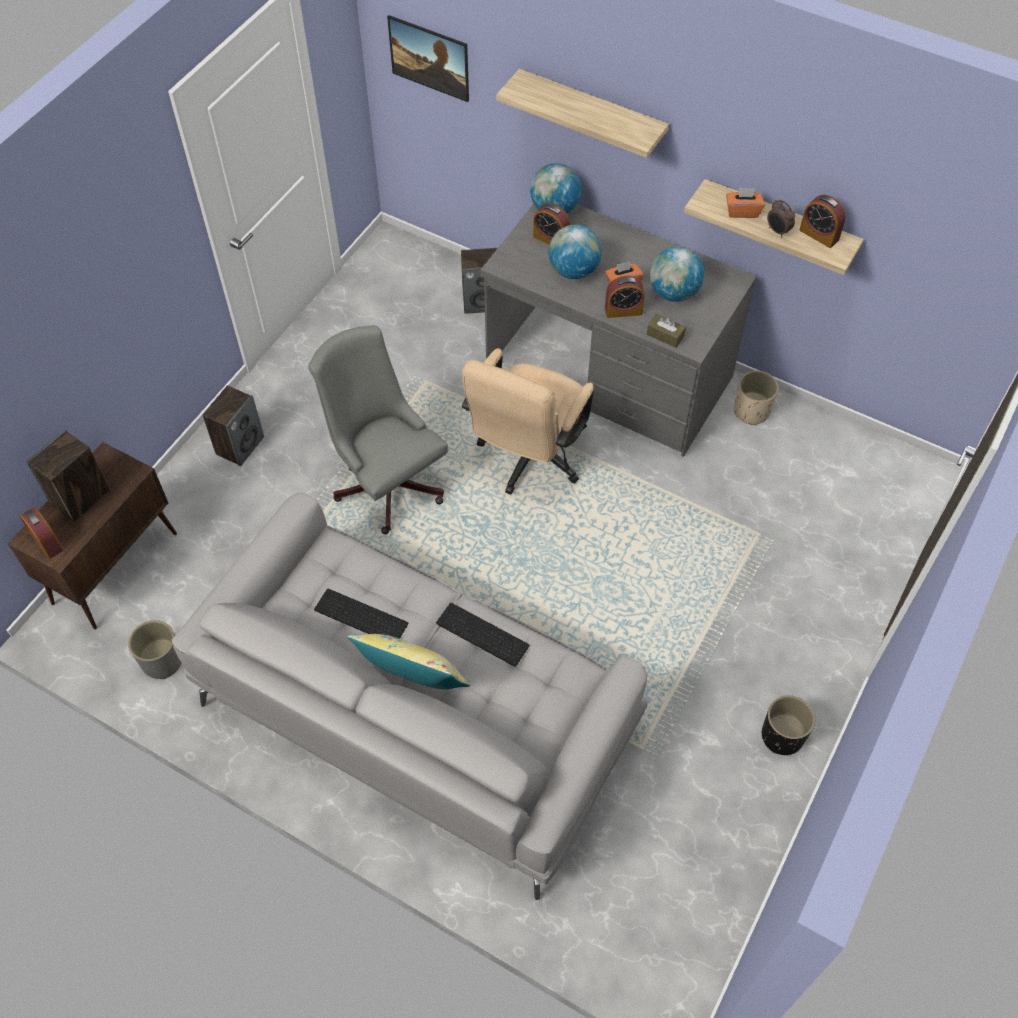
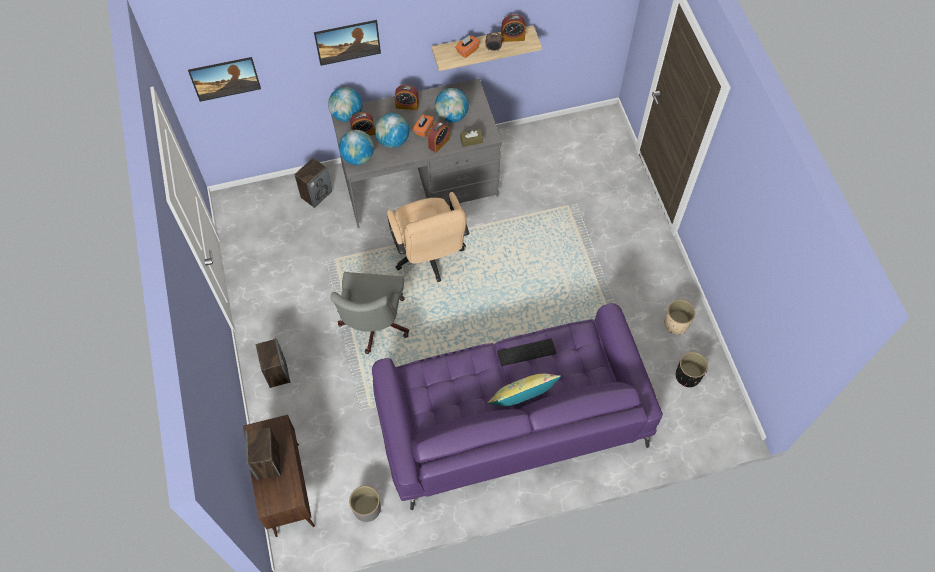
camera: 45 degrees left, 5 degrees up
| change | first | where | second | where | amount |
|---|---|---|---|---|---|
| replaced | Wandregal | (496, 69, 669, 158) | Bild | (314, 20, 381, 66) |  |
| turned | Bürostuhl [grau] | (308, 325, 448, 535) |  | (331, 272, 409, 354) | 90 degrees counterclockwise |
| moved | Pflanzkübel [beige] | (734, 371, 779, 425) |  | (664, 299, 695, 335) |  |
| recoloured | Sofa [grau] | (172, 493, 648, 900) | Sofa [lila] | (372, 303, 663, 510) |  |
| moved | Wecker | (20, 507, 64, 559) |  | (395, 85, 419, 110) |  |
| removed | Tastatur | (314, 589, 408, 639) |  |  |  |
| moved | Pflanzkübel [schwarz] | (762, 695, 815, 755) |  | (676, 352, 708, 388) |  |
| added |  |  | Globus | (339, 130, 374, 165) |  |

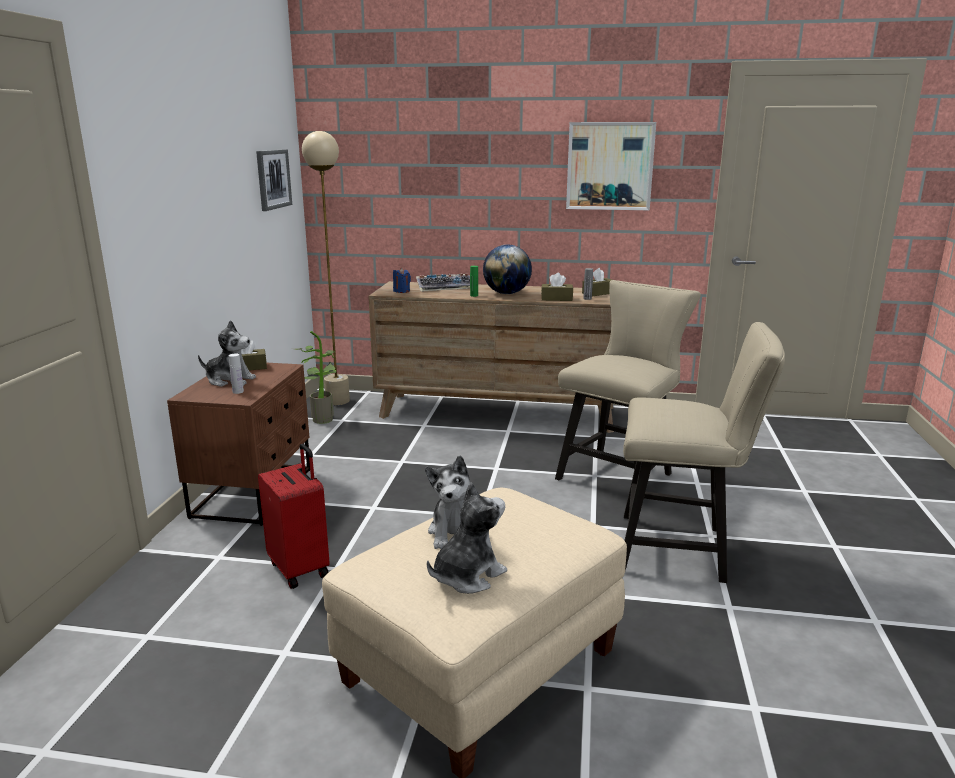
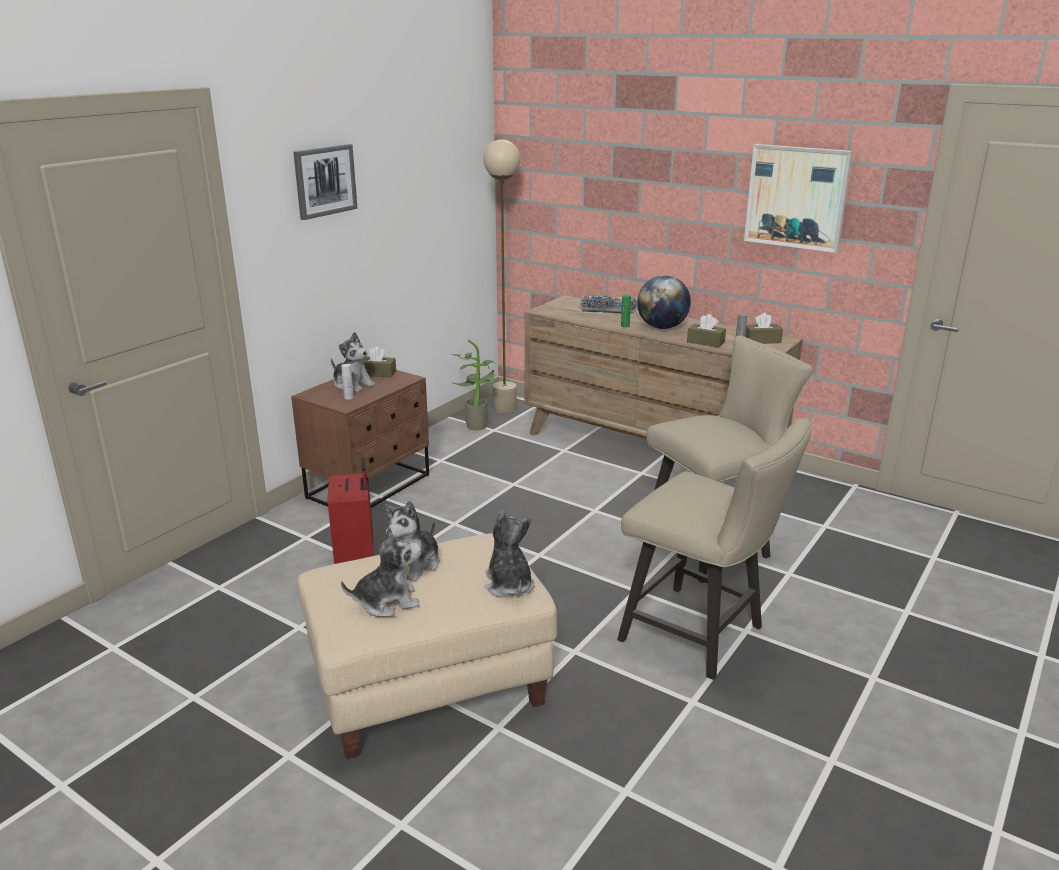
camera: 25 degrees right, 5 degrees up
| change | first | where | second | where | amount |
|---|---|---|---|---|---|
| moved | Bild | (256, 149, 292, 211) |  | (293, 144, 358, 220) |  |
| removed | Kerze [blau] | (393, 268, 411, 293) |  |  |  |
| added |  |  | Plüschtier | (485, 511, 535, 598) |  |

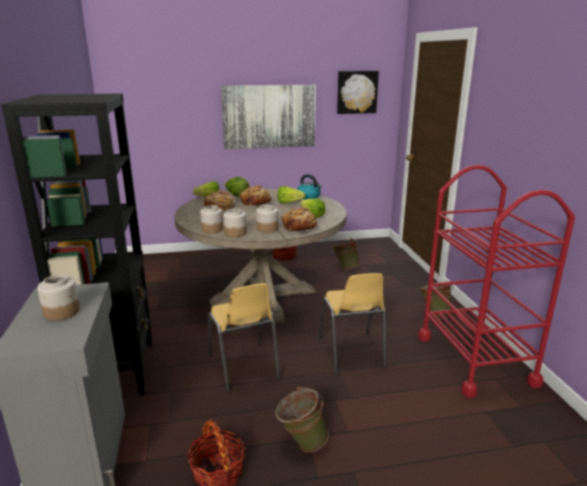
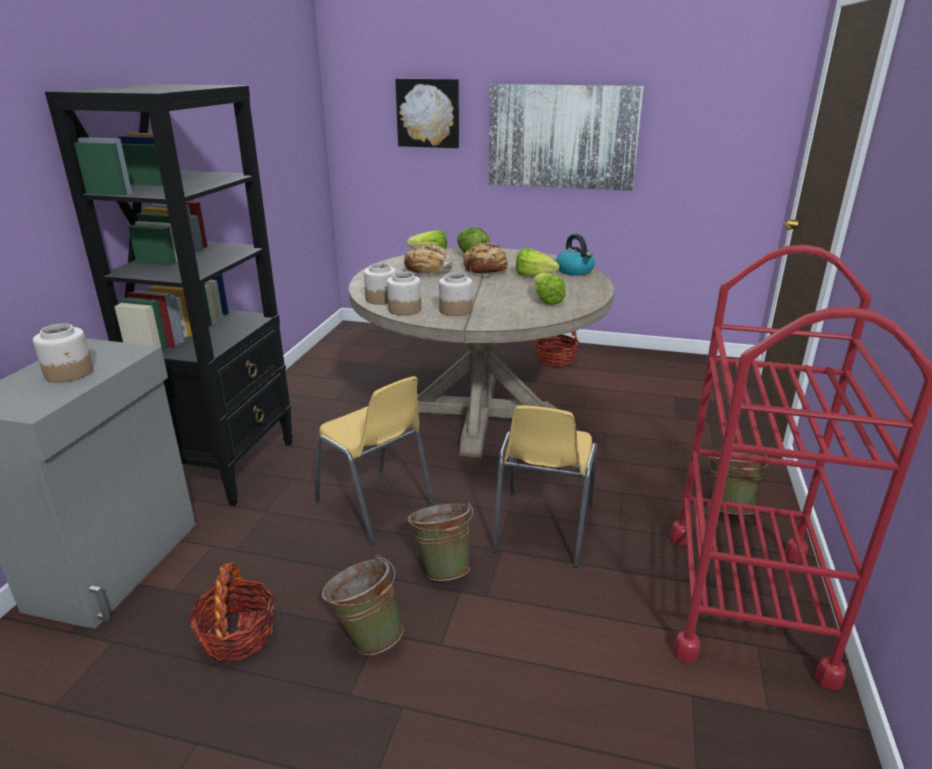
camera: 25 degrees right, 5 degrees up
| change | first | where | second | where | amount |
|---|---|---|---|---|---|
| moved | Bild | (337, 71, 379, 114) |  | (395, 79, 459, 148) |  |
| removed | Brot | (282, 207, 317, 233) |  |  |  |
| moved | Eimer [grün] | (332, 238, 359, 269) |  | (407, 501, 473, 581) |  |
| turned | Stuhl [gelb] | (208, 283, 280, 393) |  | (315, 376, 435, 545) | 45 degrees counterclockwise |

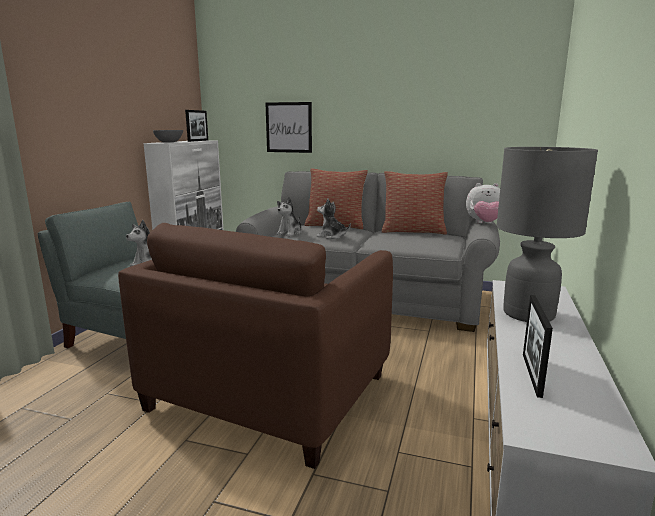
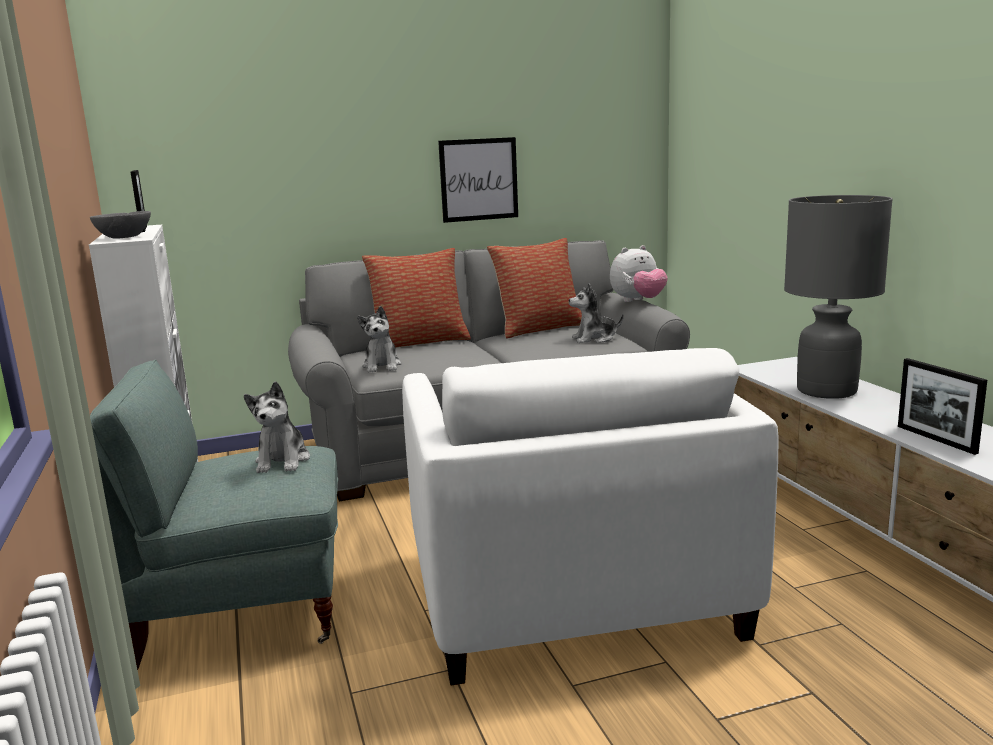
camera: 35 degrees left, 0 degrees up
| change | first | where | second | where | amount |
|---|---|---|---|---|---|
| moved | Bild | (265, 102, 312, 153) |  | (438, 137, 518, 223) |  |
| moved | Plüschtier | (317, 199, 351, 239) |  | (569, 283, 623, 343) |  |
| recoloured | Sessel [braun] | (118, 223, 393, 469) | Sessel [weiß] | (402, 348, 779, 685) |  |

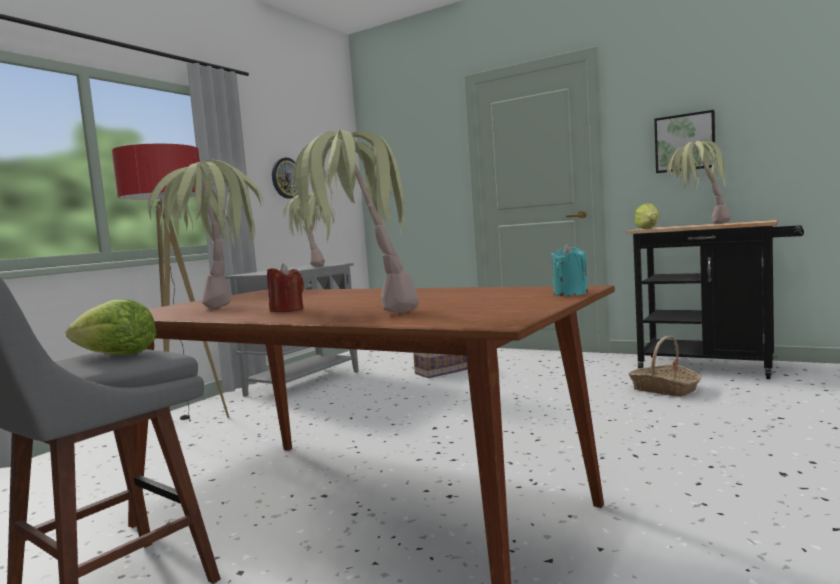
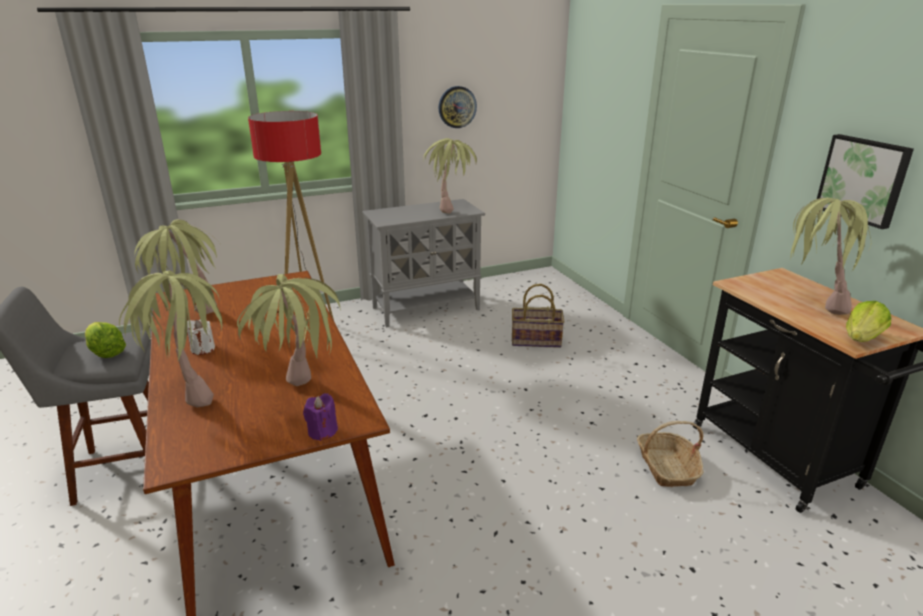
camera: 35 degrees right, 20 degrees up
| change | first | where | second | where | amount |
|---|---|---|---|---|---|
| moved | Salatkopf | (634, 203, 660, 229) |  | (846, 301, 891, 342) |  |
| recoloured | Kerze [türkis] | (550, 244, 588, 296) | Kerze [lila] | (303, 393, 338, 441) |  |
| recoloured | Kerze [rot] | (267, 263, 304, 312) | Kerze [weiß] | (187, 320, 215, 355) |  |
| added |  |  | Topfpflanze | (237, 274, 340, 386) |  |

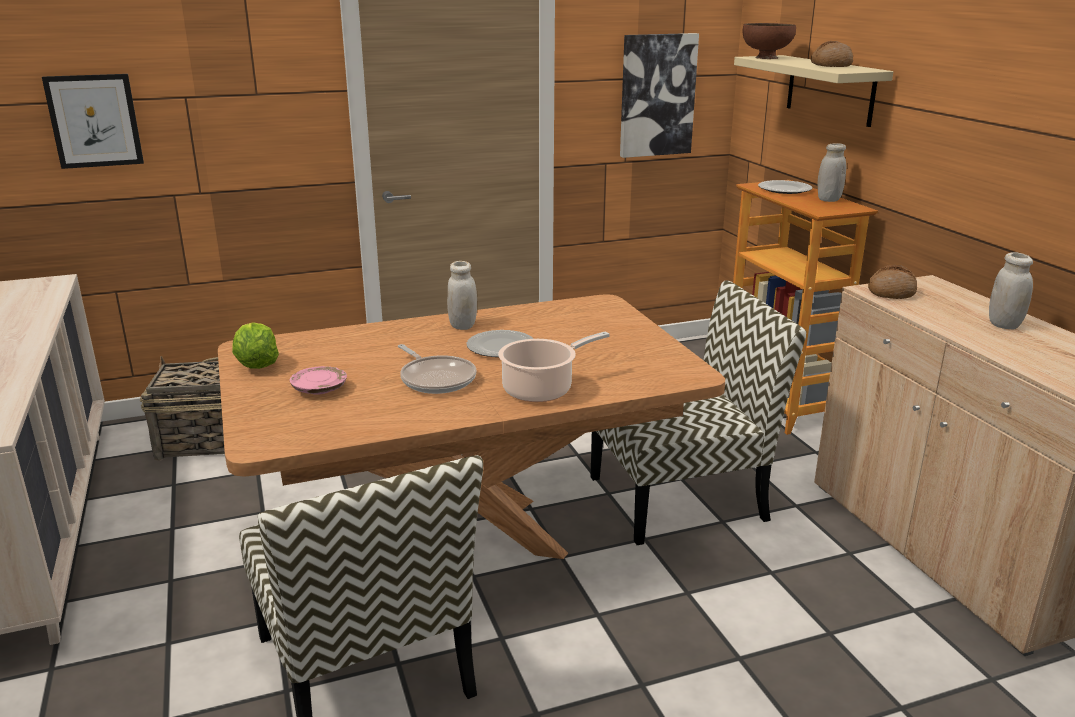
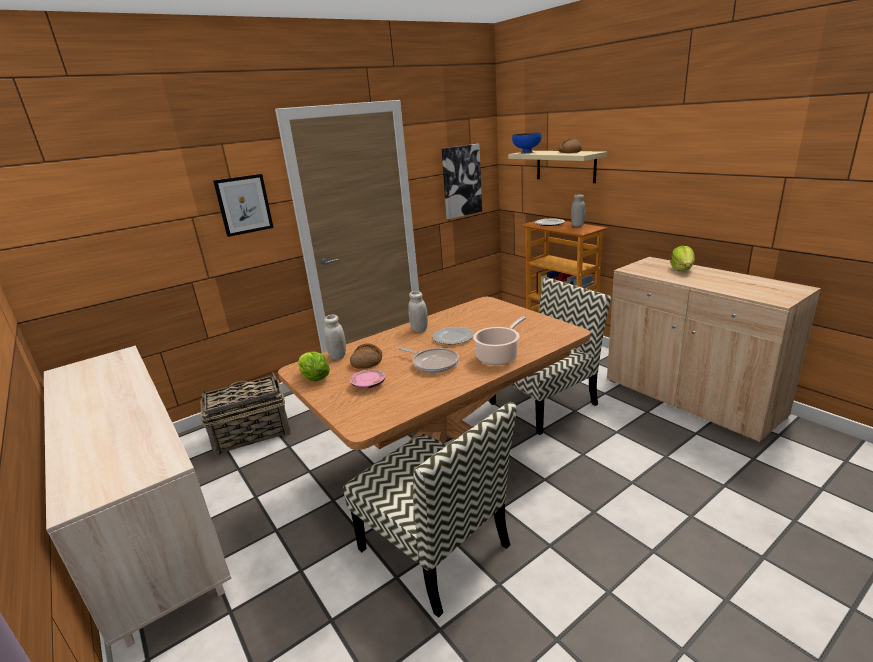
camera: 15 degrees left, 0 degrees up
| change | first | where | second | where | amount |
|---|---|---|---|---|---|
| recoloured | Schüssel [braun] | (742, 23, 796, 59) | Schüssel [blau] | (512, 133, 542, 153) |  |
| moved | Bild | (42, 74, 144, 169) |  | (213, 174, 274, 237) |  |
| moved | Vorratsglas [weiß] | (989, 252, 1033, 330) |  | (324, 315, 346, 360) |  |
| moved | Brot | (868, 265, 917, 299) |  | (350, 343, 382, 369) |  |
| added |  |  | Salatkopf | (670, 246, 695, 271) |  |

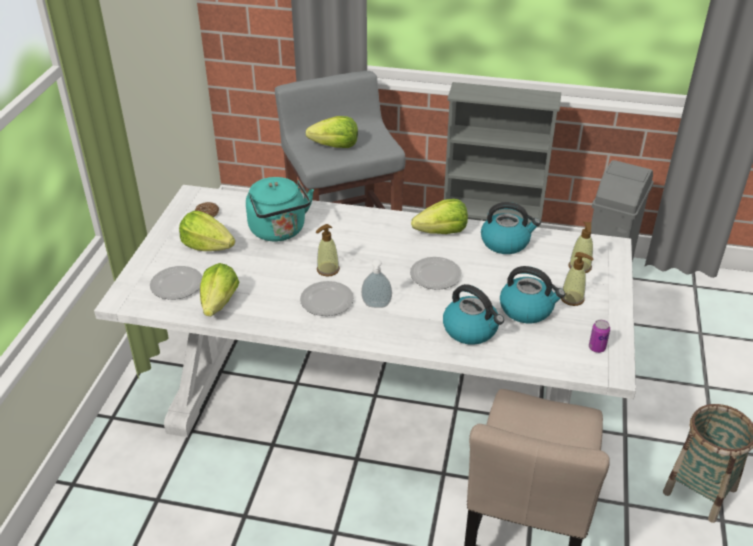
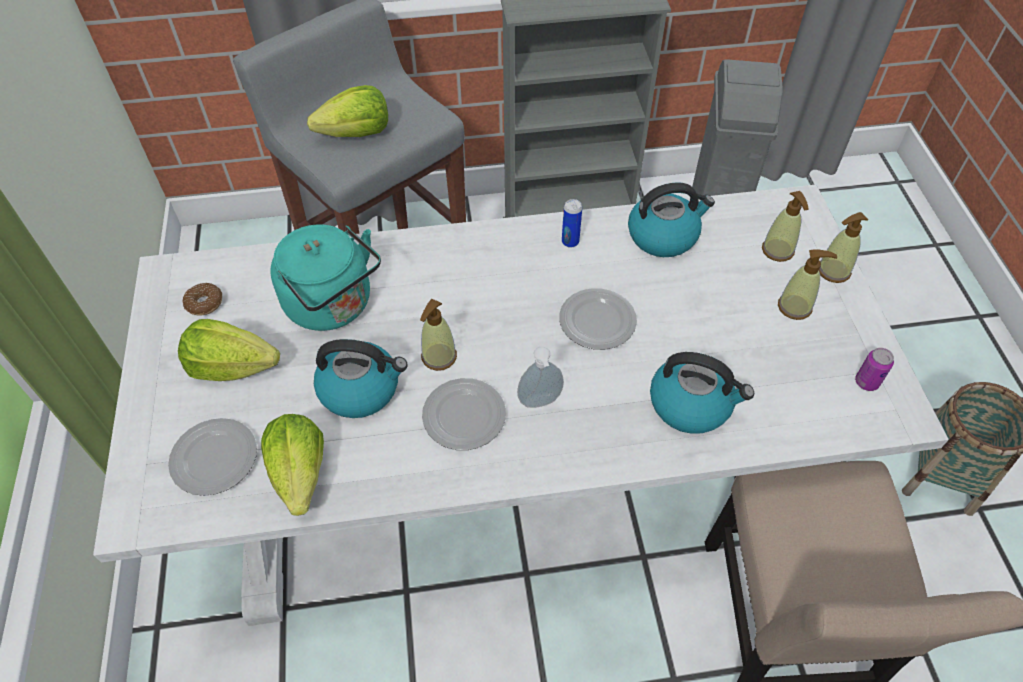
camera: 20 degrees left, 15 degrees up
| change | first | where | second | where | amount |
|---|---|---|---|---|---|
| replaced | Salatkopf | (411, 199, 468, 234) | Dose | (562, 199, 582, 248) |  |
| moved | Wasserkessel | (500, 266, 565, 323) |  | (314, 339, 408, 418) |  |
| added |  |  | Seifenspender | (819, 212, 868, 283) |  |

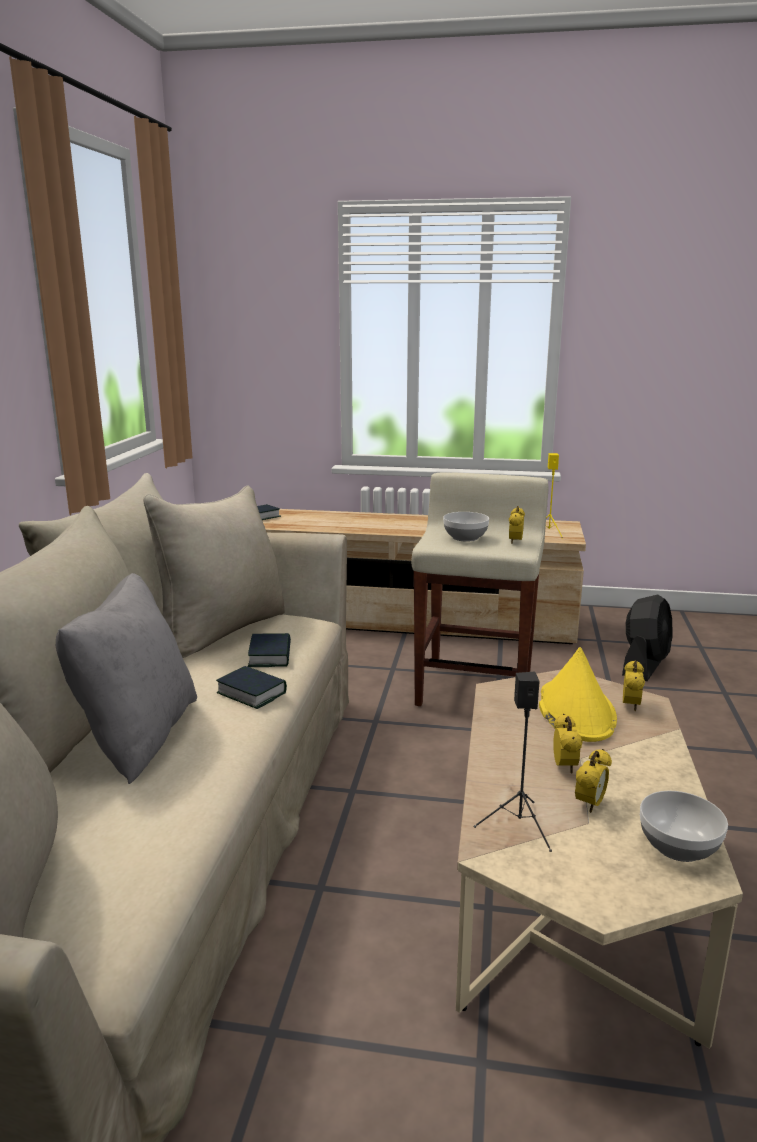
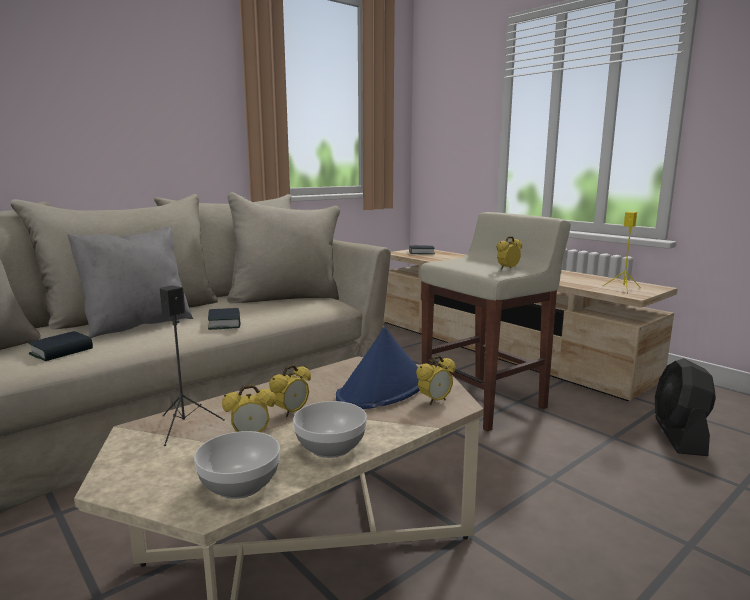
camera: 40 degrees right, 5 degrees down
| change | first | where | second | where | amount |
|---|---|---|---|---|---|
| moved | Schüssel | (443, 512, 489, 542) |  | (293, 401, 367, 458) |  |
| turned | Ventilator [schwarz] | (622, 595, 673, 681) |  | (655, 358, 716, 456) | 120 degrees clockwise |
| moved | Buch | (248, 633, 291, 667) |  | (28, 331, 93, 361) |  |
| recoloured | Hut [gelb] | (539, 647, 617, 742) | Hut [blau] | (336, 327, 420, 409) |  |

